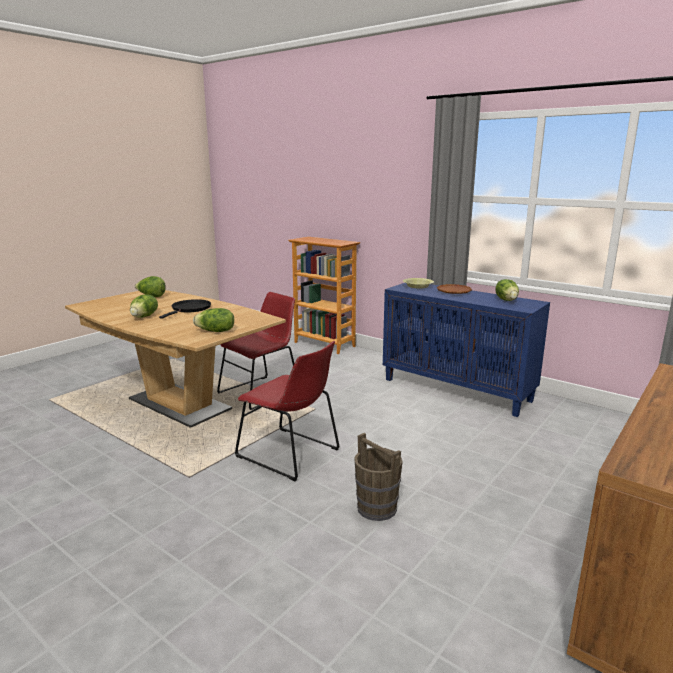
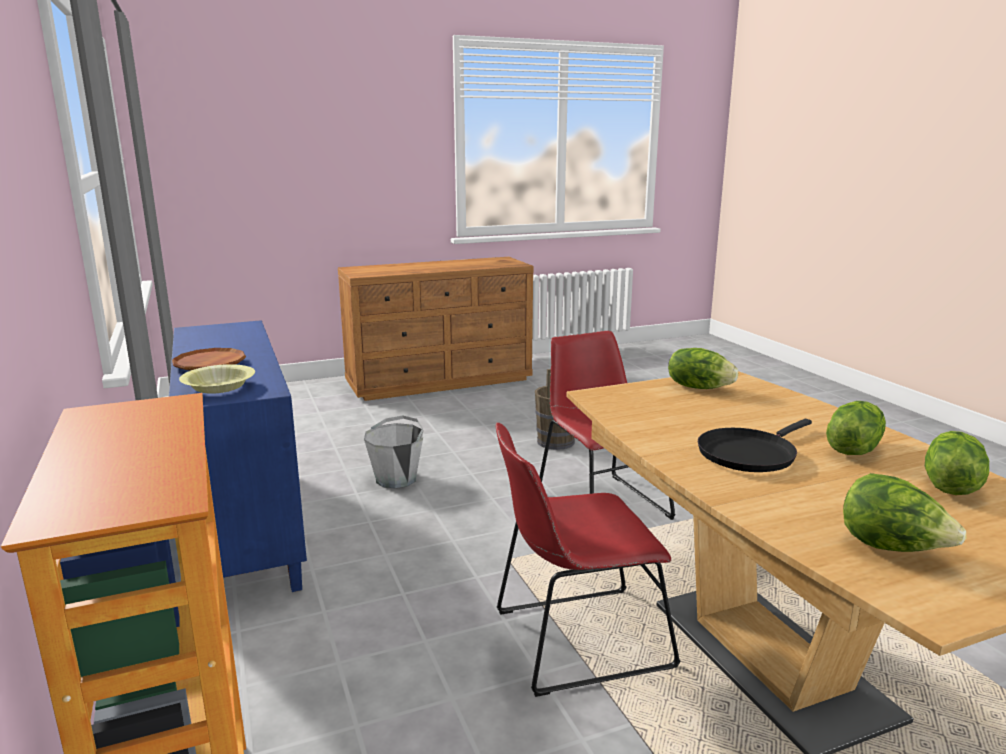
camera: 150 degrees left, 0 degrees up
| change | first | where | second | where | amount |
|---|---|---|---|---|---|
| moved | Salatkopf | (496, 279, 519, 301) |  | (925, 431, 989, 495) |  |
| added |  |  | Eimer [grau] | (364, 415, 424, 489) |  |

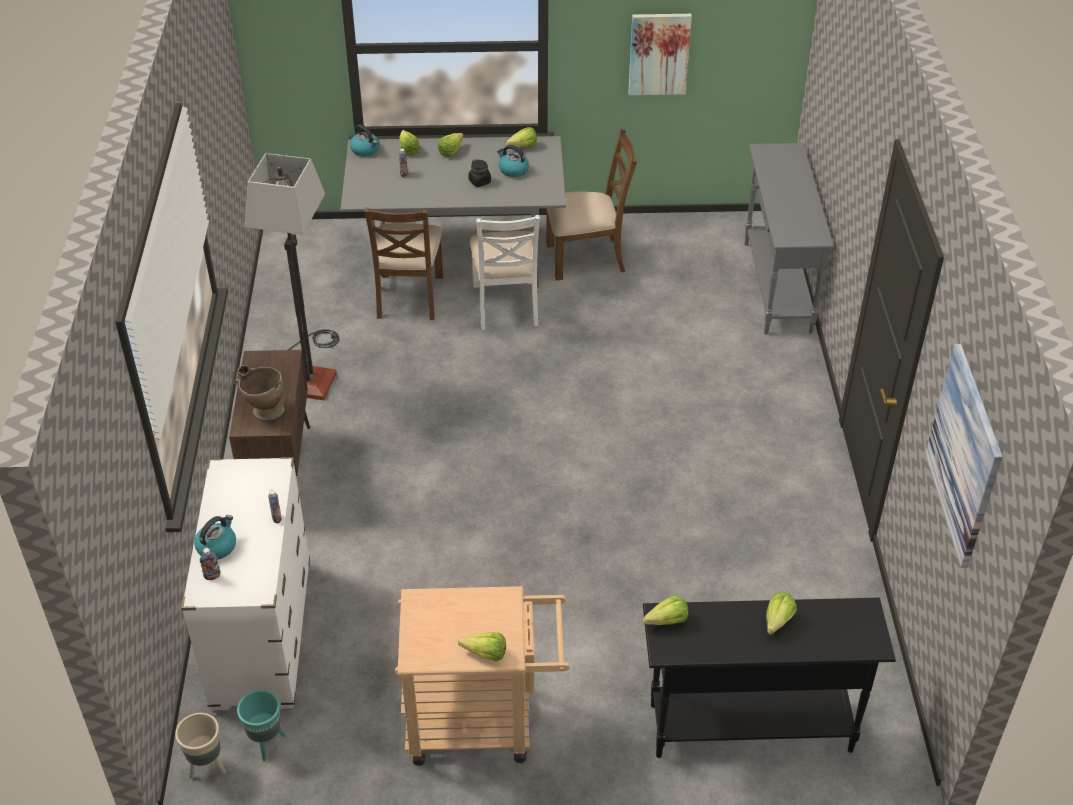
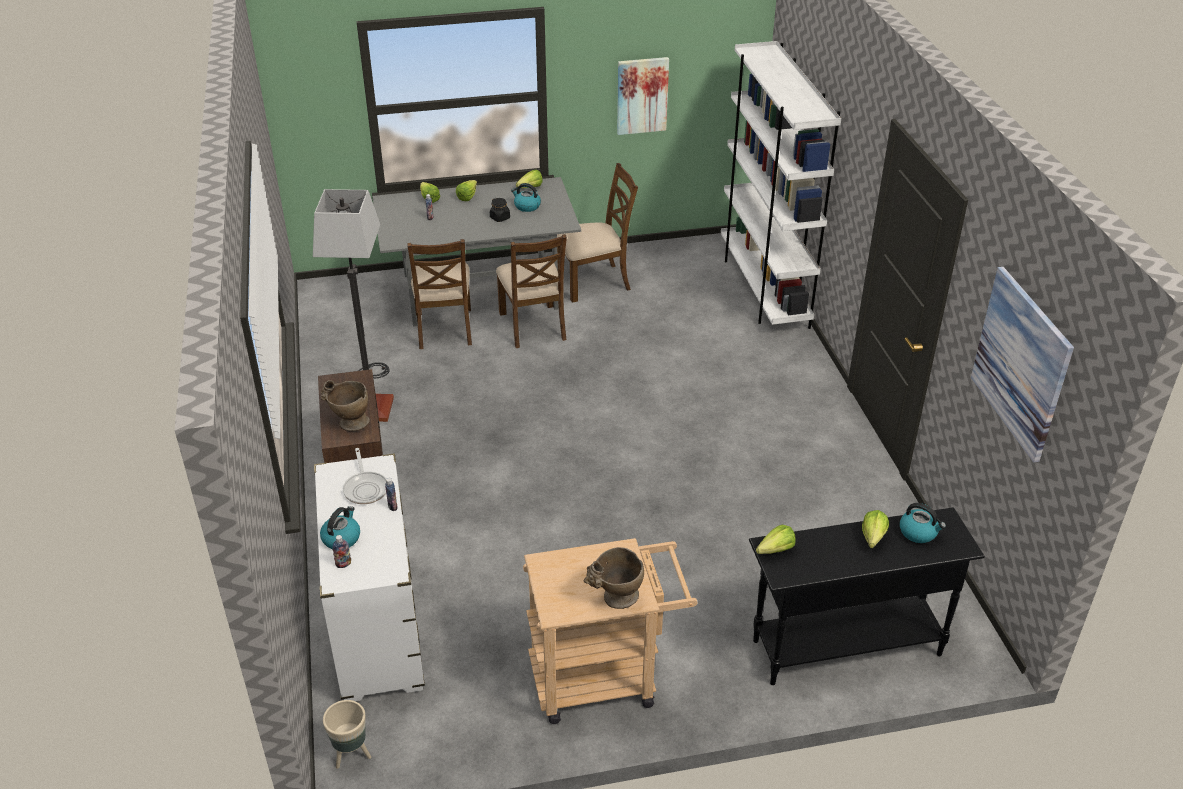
camera: 10 degrees left, 5 degrees down
| change | first | where | second | where | amount |
|---|---|---|---|---|---|
| moved | Wasserkessel | (350, 124, 379, 157) |  | (900, 503, 946, 543) |  |
| replaced | Konsolentisch [grau] | (744, 143, 834, 335) | Bücherregal [weiß] | (721, 41, 841, 329) |  |
| recoloured | Stuhl [weiß] | (470, 215, 540, 330) | Stuhl [braun] | (496, 234, 567, 348) |  |
| replaced | Salatkopf | (458, 632, 506, 661) | Vase [beige] | (583, 547, 644, 609) |  |
| removed | Pflanzkübel [türkis] | (237, 690, 286, 761) |  |  |  |
| added |  |  | Pfanne | (343, 448, 386, 504) |  |

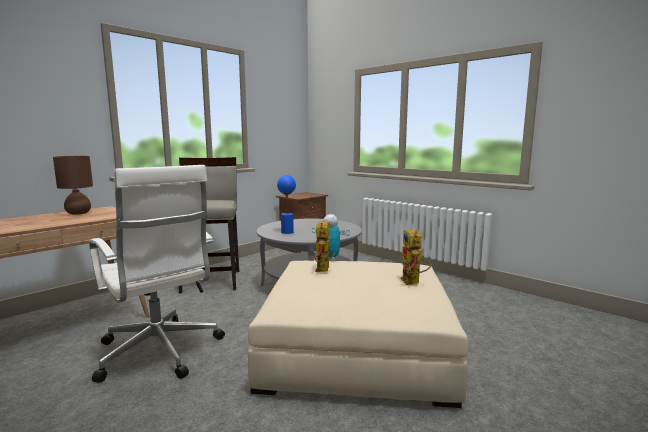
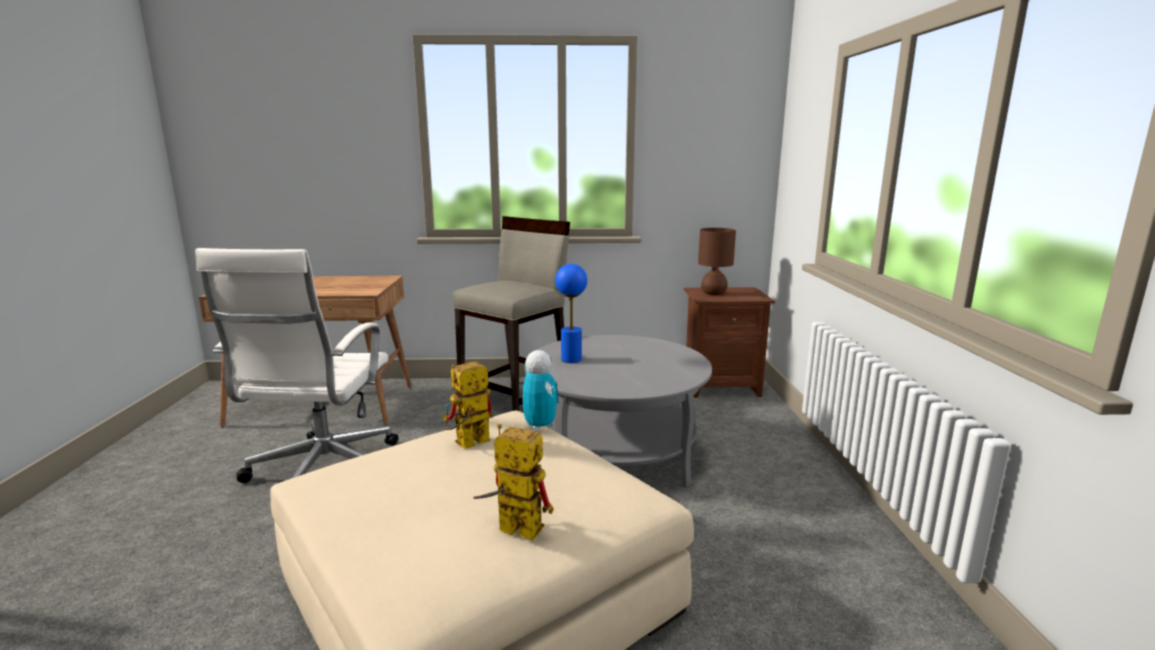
camera: 45 degrees right, 5 degrees up
| change | first | where | second | where | amount |
|---|---|---|---|---|---|
| moved | Tischlampe [braun] | (53, 156, 93, 215) |  | (698, 228, 736, 295) |  |
| turned | Spielzeugroboter | (400, 229, 431, 285) |  | (473, 424, 554, 541) | 75 degrees clockwise |

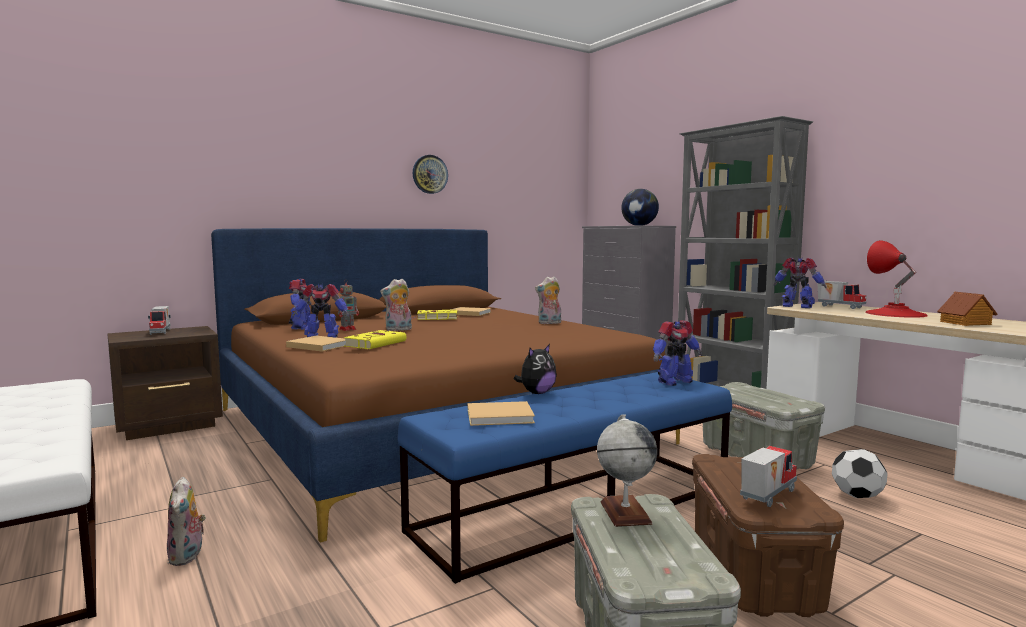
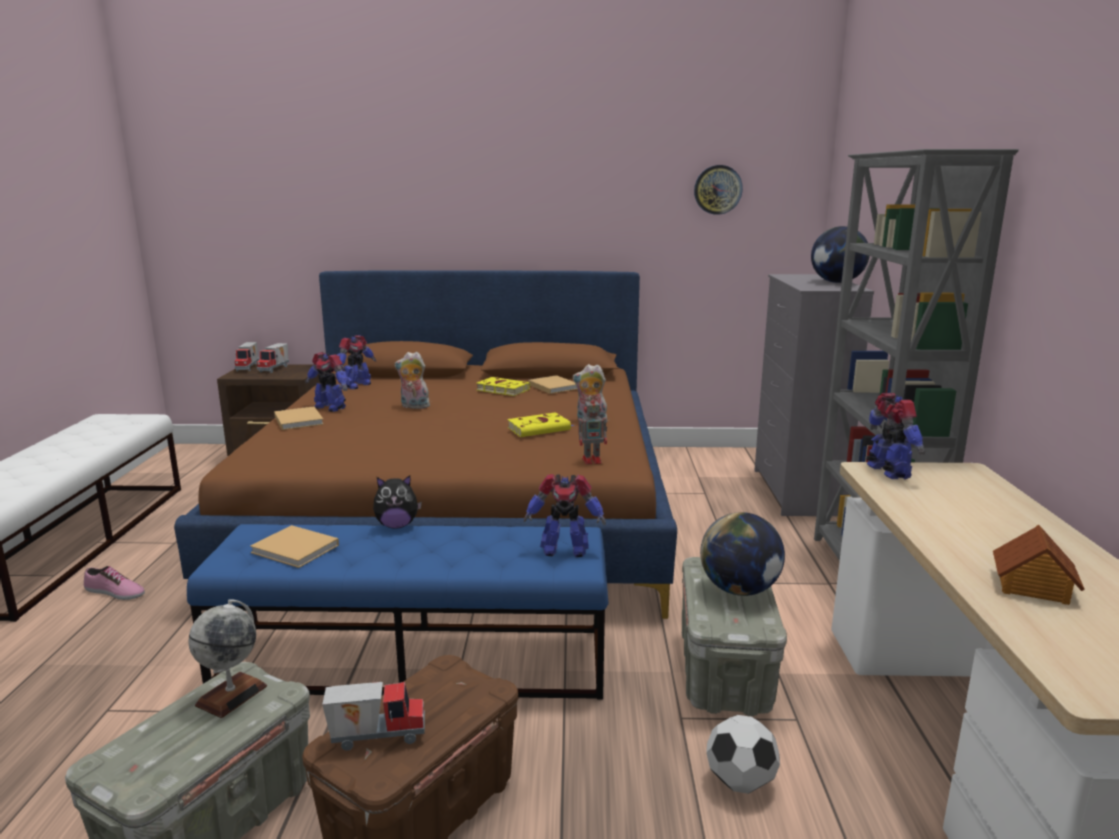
camera: 35 degrees right, 10 degrees up
| change | first | where | second | where | amount |
|---|---|---|---|---|---|
| moved | Wanduhr | (413, 155, 448, 194) |  | (694, 165, 743, 215) |  |
| removed | Tischlampe [rot] | (865, 240, 928, 318) |  |  |  |
| moved | Spielzeugroboter | (337, 279, 359, 331) |  | (578, 394, 607, 465) |  |
| moved | Spielzeuglaster | (817, 281, 866, 309) |  | (235, 342, 259, 371) |  |
| moved | Buch [gelb] | (344, 330, 407, 349) |  | (507, 412, 574, 437) |  |
| replaced | Plüschtier | (167, 477, 206, 566) | Schuh | (84, 566, 145, 600) |  |
| added |  |  | Globus | (700, 512, 785, 596) |  |

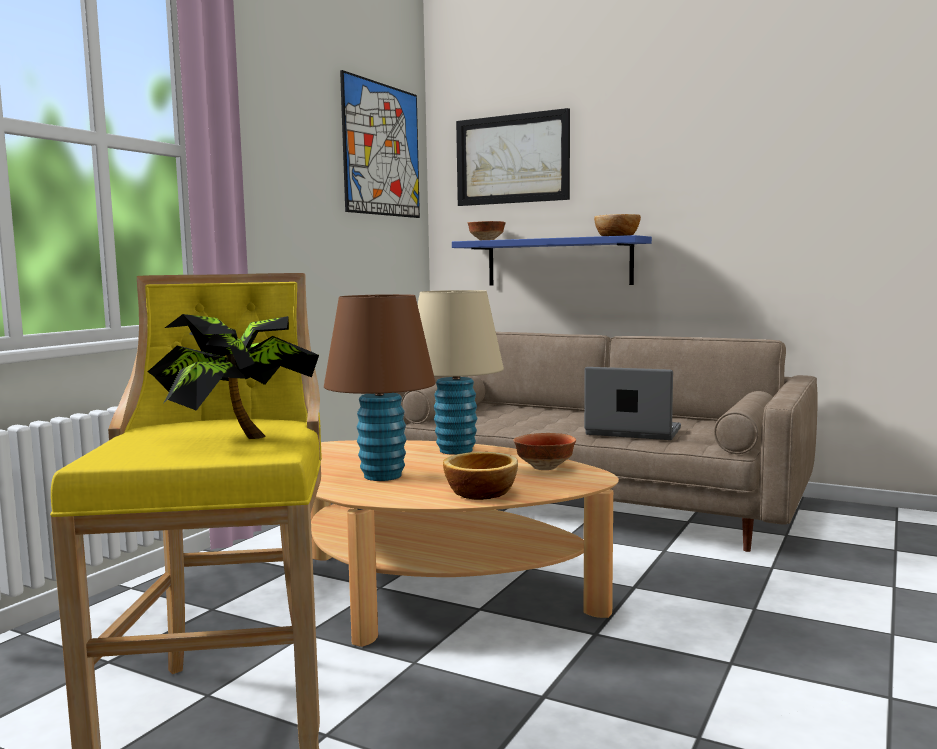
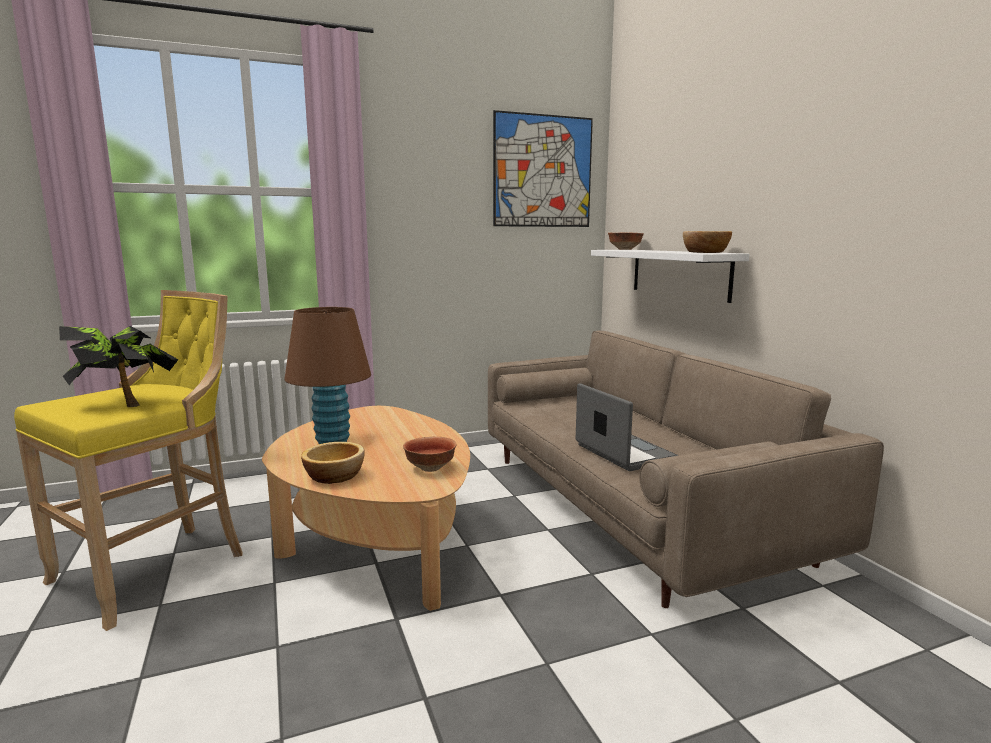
camera: 40 degrees right, 5 degrees up
| change | first | where | second | where | amount |
|---|---|---|---|---|---|
| removed | Bild | (456, 108, 570, 206) |  |  |  |
| recoloured | Wandregal [blau] | (452, 235, 652, 286) | Wandregal [weiß] | (591, 250, 750, 303) |  |
| removed | Tischlampe [beige] | (418, 290, 504, 455) |  |  |  |

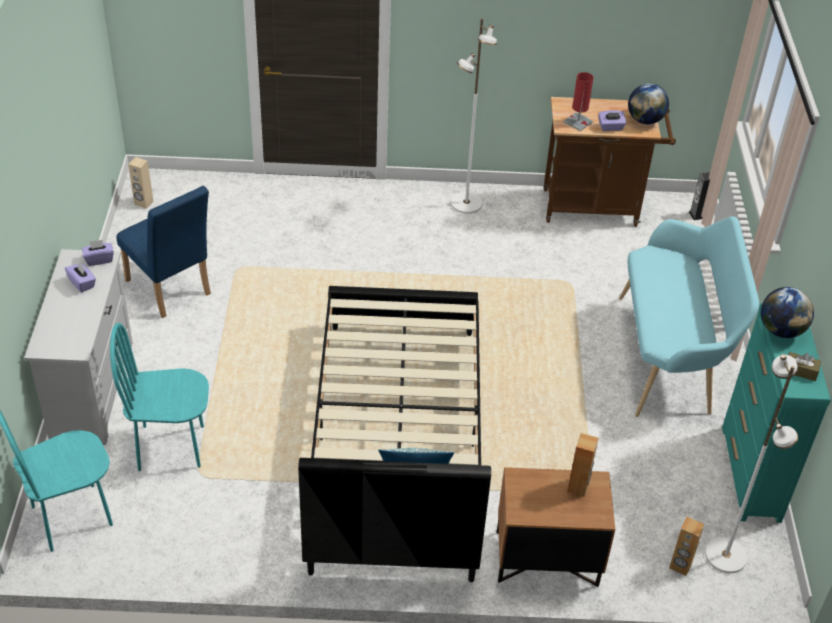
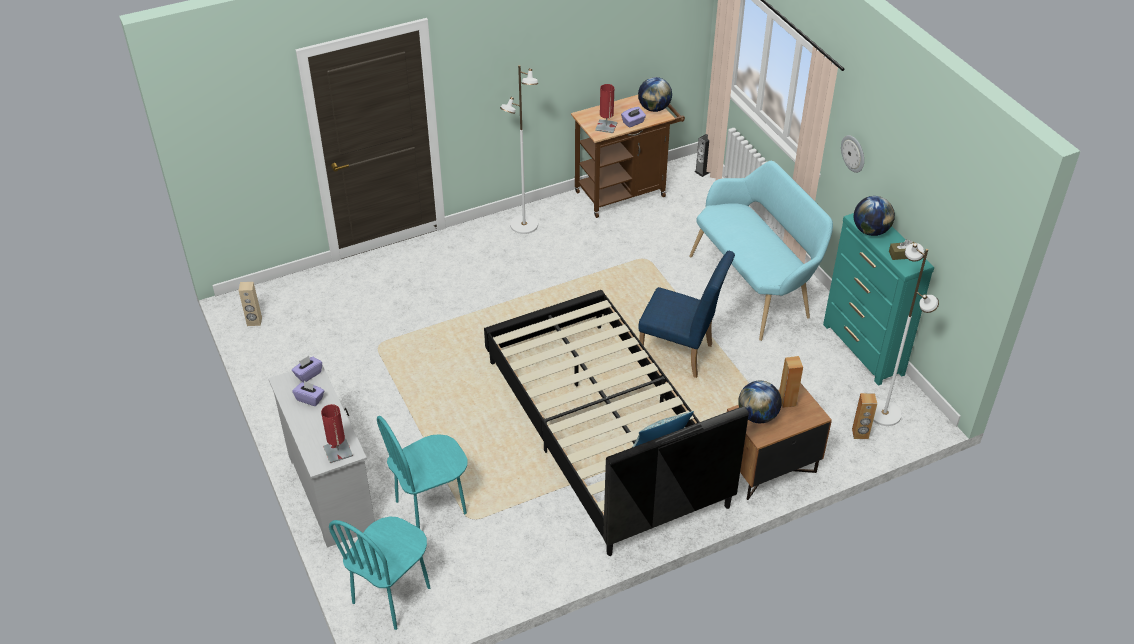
camera: 25 degrees left, 0 degrees up
| change | first | where | second | where | amount |
|---|---|---|---|---|---|
| moved | Stuhl [blau] | (116, 186, 211, 318) |  | (638, 251, 735, 378) |  |
| added |  |  | Wanduhr | (841, 135, 864, 173) |  |
| added |  |  | Globus | (738, 381, 782, 423) |  |
| added |  |  | Tischlampe [rot] | (321, 404, 353, 463) |  |

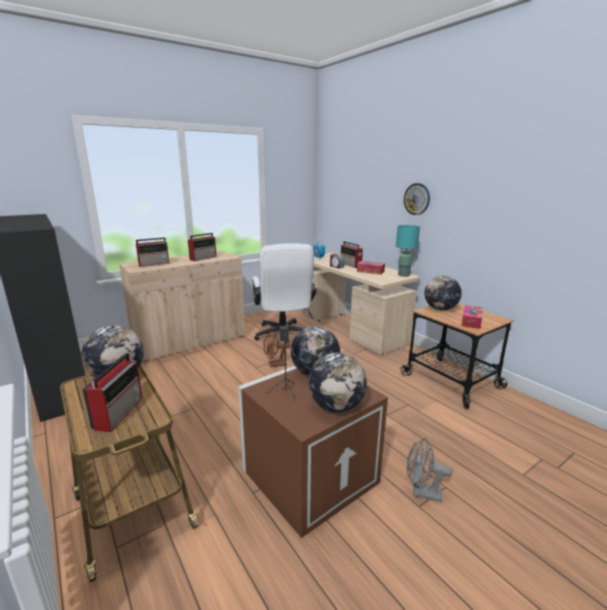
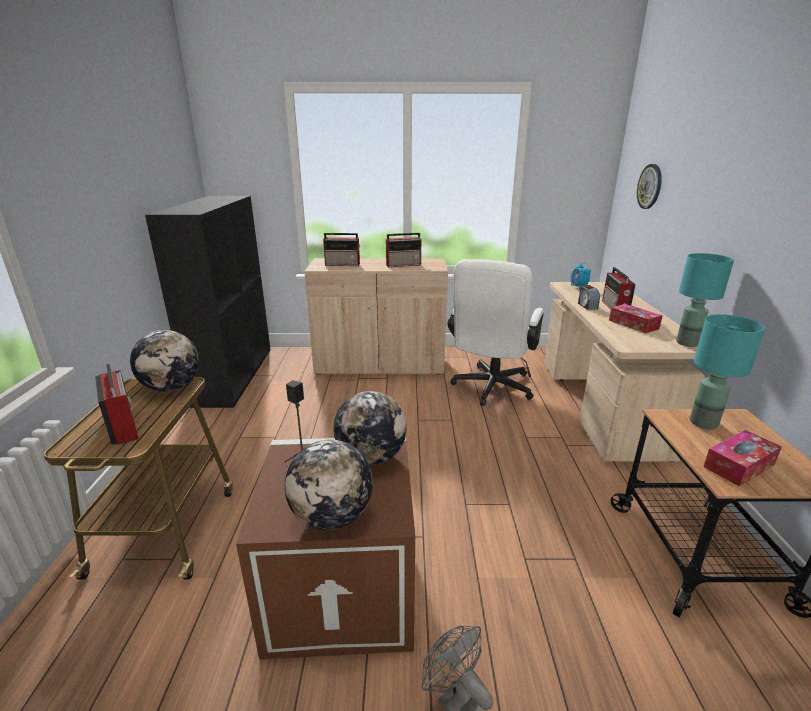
camera: 35 degrees right, 5 degrees up
| change | first | where | second | where | amount |
|---|---|---|---|---|---|
| moved | Wanduhr | (404, 183, 430, 215) |  | (637, 164, 662, 209) |  |
| replaced | Globus | (424, 275, 462, 311) | Tischlampe [türkis] | (690, 314, 765, 429) |  |
| removed | Ventilator [braun] | (264, 331, 290, 367) |  |  |  |
| turned | Radio | (83, 353, 142, 432) |  | (95, 364, 138, 445) | 75 degrees counterclockwise |

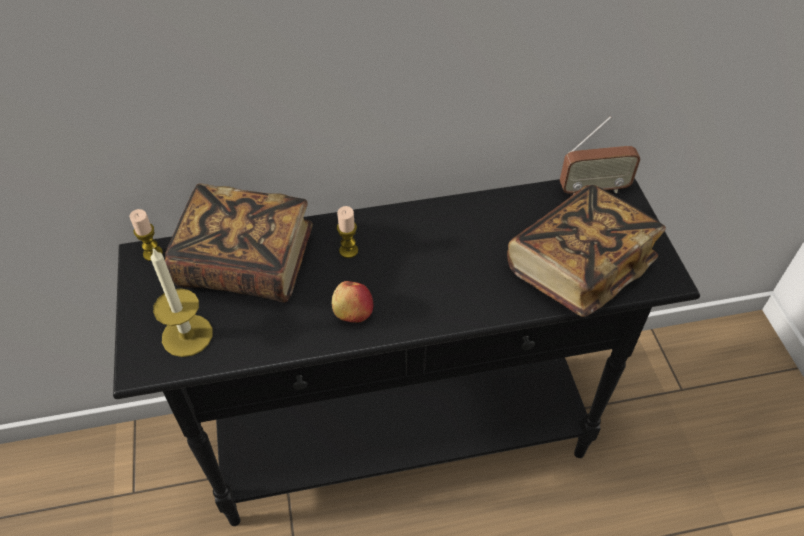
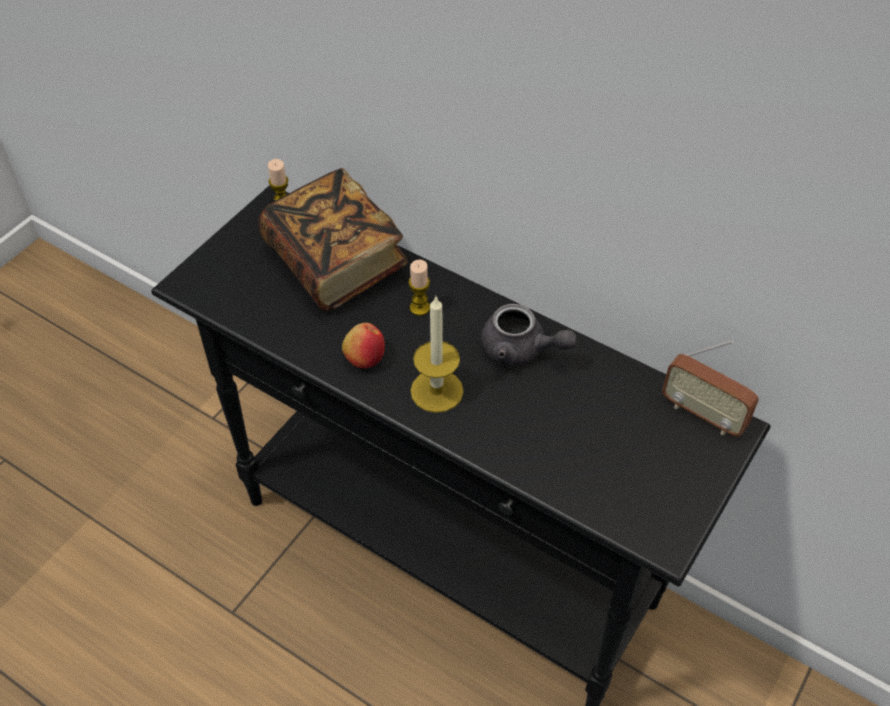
camera: 45 degrees right, 0 degrees up
| change | first | where | second | where | amount |
|---|---|---|---|---|---|
| removed | Buch | (507, 185, 666, 317) |  |  |  |
| moved | Kerze | (151, 248, 212, 357) |  | (410, 297, 464, 413) |  |
| added |  |  | Teekanne [grau] | (481, 304, 577, 366) |  |

